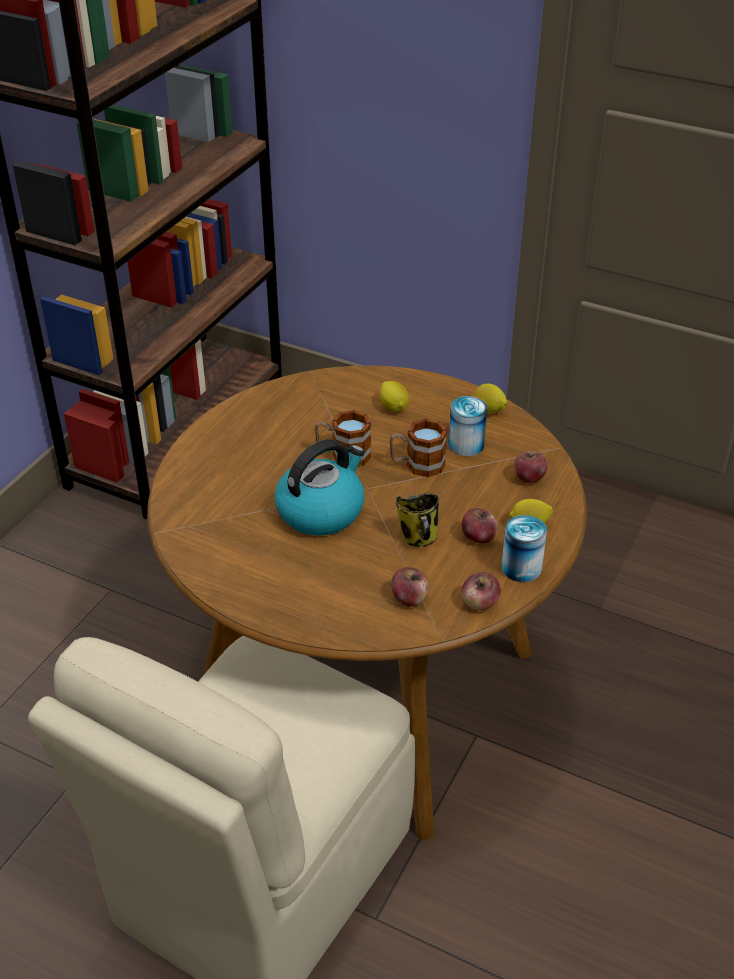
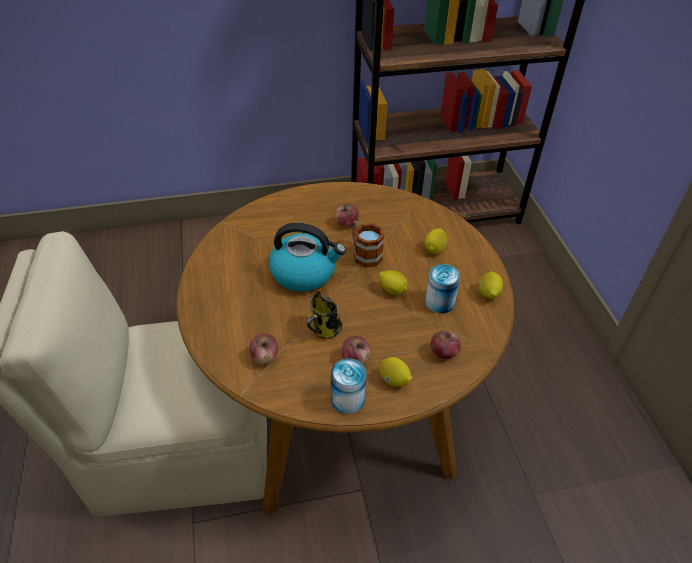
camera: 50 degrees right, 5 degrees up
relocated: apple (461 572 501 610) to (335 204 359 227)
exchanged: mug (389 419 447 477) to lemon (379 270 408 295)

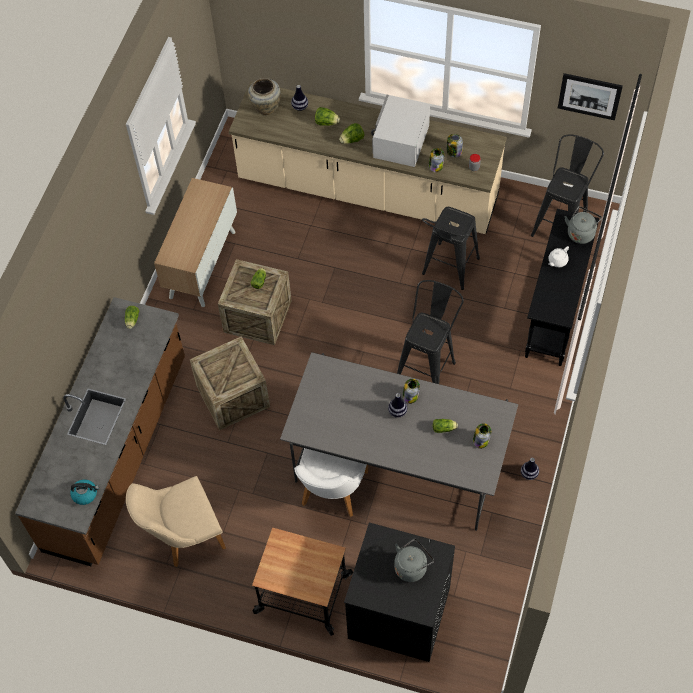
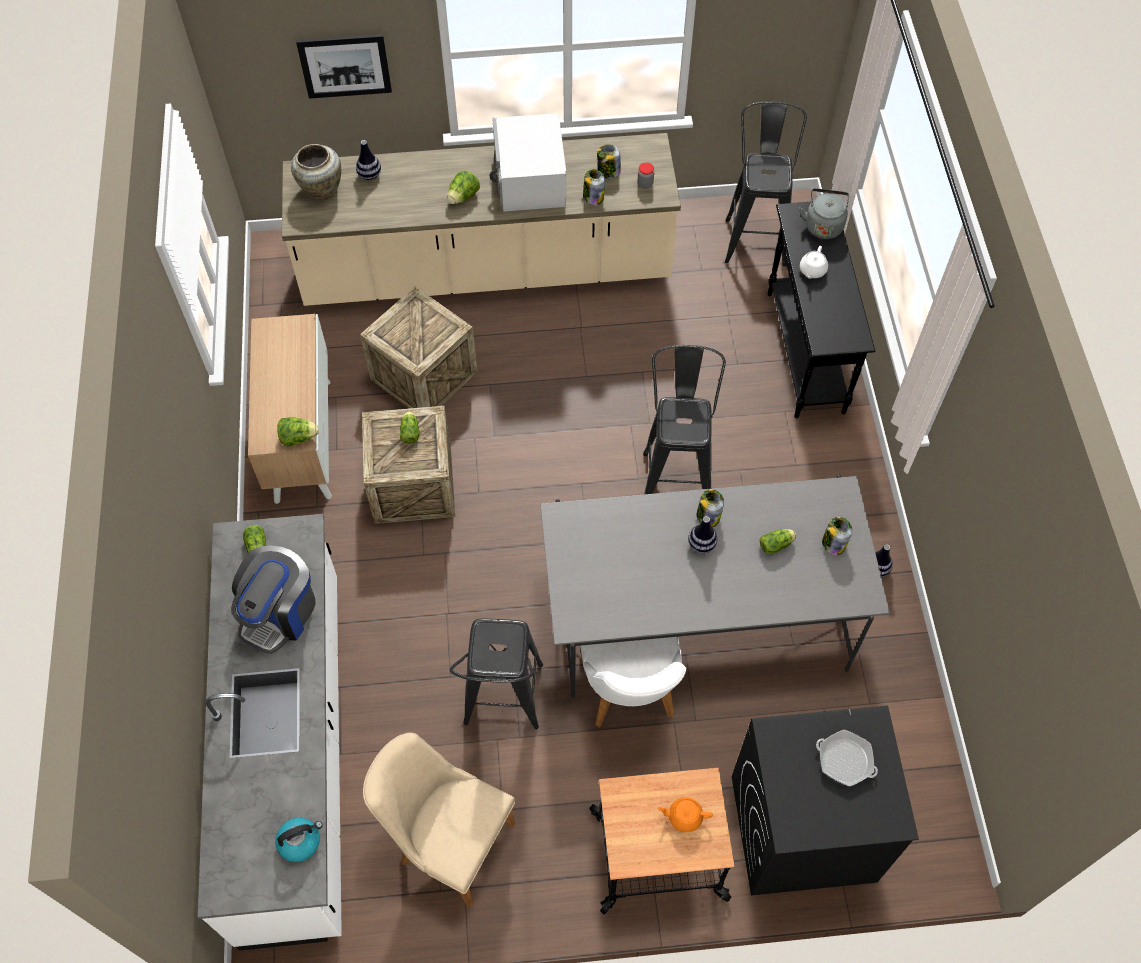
camera: 25 degrees left, 0 degrees up
appeared: coffee machine (231 546 315 654); teapot (orange) (657 797 713 832)
relocated: picture (558 73 623 120) to (296 34 392 99); lettuce (315 107 340 126) to (277 417 319 446); stool (black) (422 207 480 290) to (450 618 543 729); crate (190 336 270 430) to (360 286 477 408)
exchanged: kettle (grey) (394 539 434 582) to frying pan (816 729 878 787)
colour: counter (brown) (15 297 185 566) to counter (white) (198 514 342 950)
spun: chair (beige) (126 476 226 567) = (363 733 516 907) 75 degrees clockwise

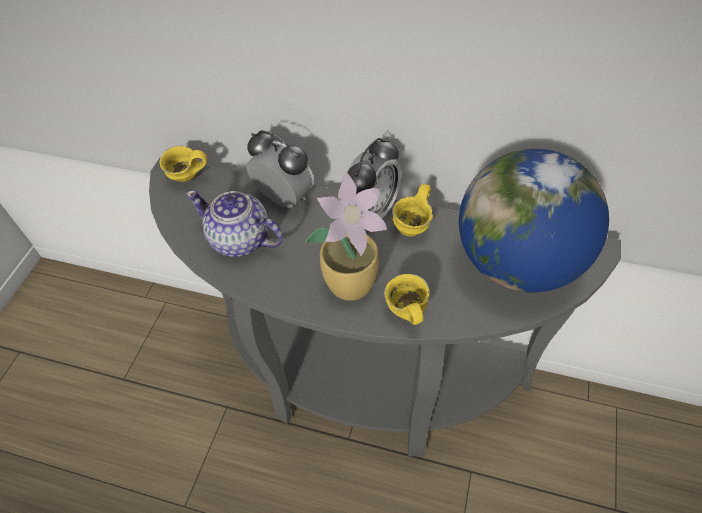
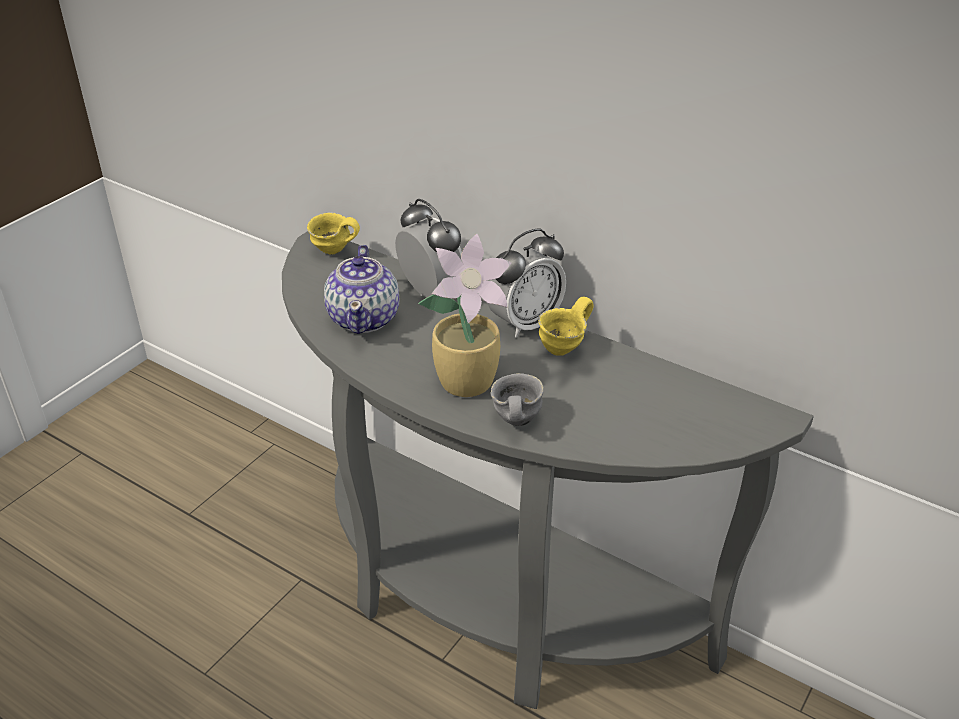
camera: 15 degrees right, 15 degrees down
missing: globe (459 149 609 292)
colour: mug (yellow) (384 274 429 325) to mug (grey) (490 373 544 426)
spun: teapot (186 190 283 257) = (324 245 399 334) 135 degrees counterclockwise

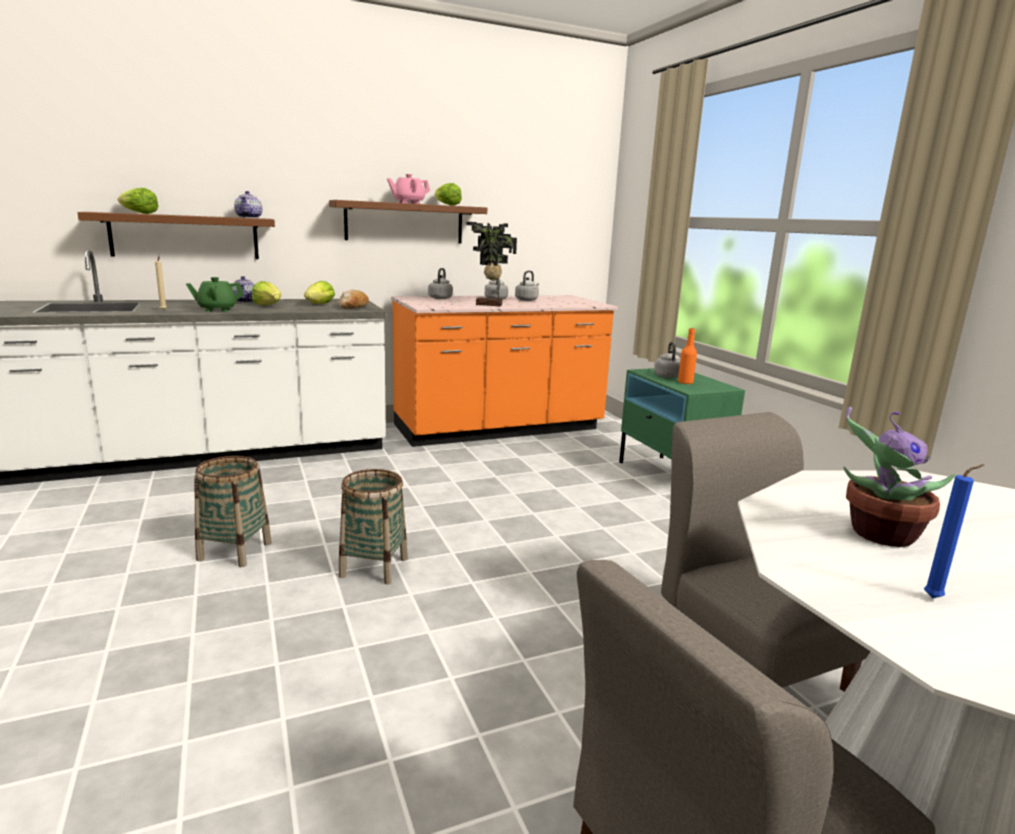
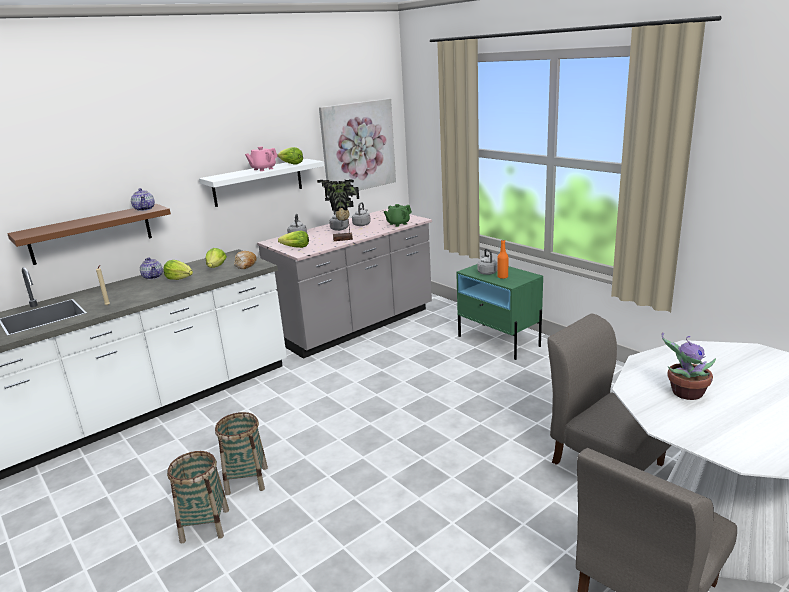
camera: 15 degrees left, 5 degrees up
missing: candle (blue) (924 464 985 598)
appeared: picture (319 99 396 197)
relocated: lettuce (118 188 158 214) to (278 231 309 248); teapot (green) (186 277 244 312) to (384 204 412 227); basket (339 469 408 585) to (167 451 229 543)
colour: shelf (brown) (329 200 487 243) to shelf (white) (199 159 324 207); counter (orange) (391 295 618 447) to counter (grey) (257 209 432 359)

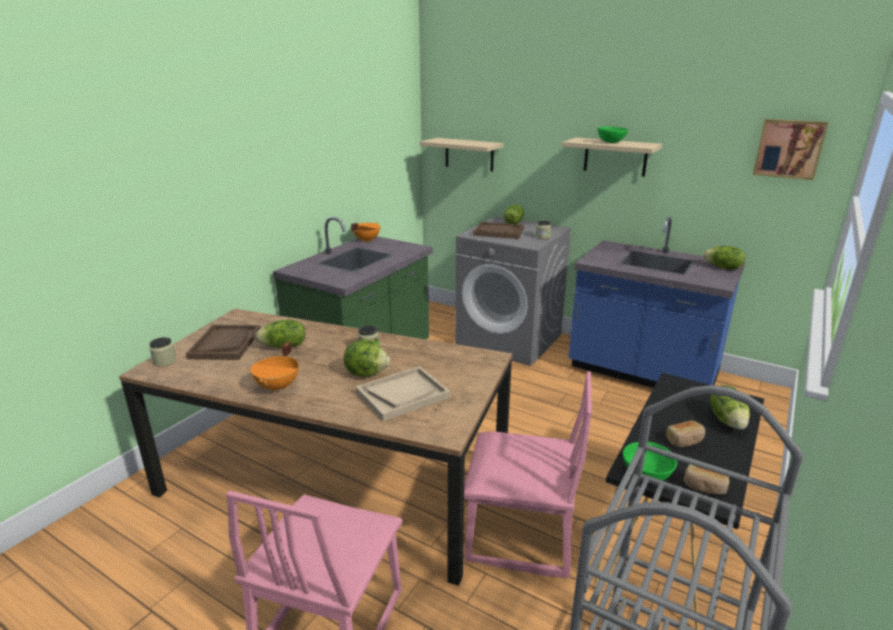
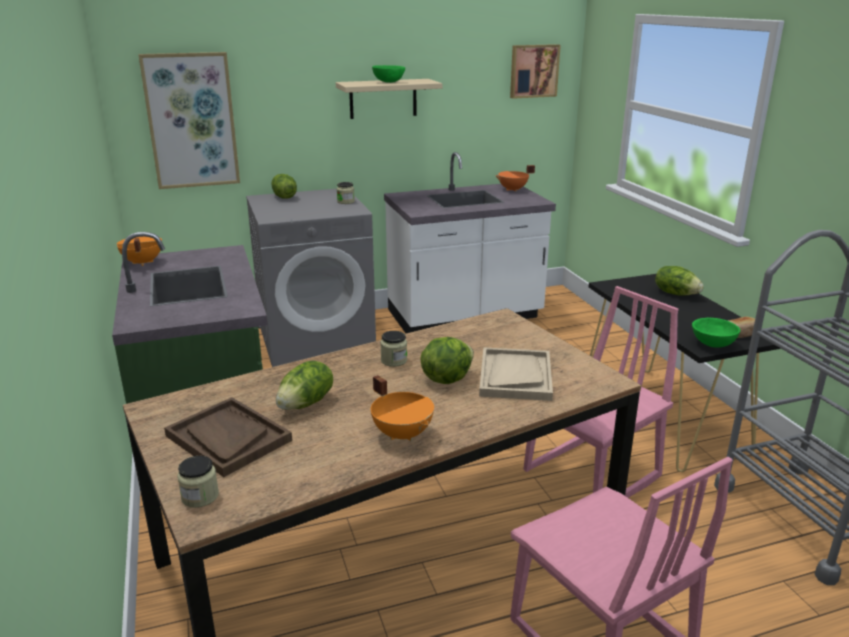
camera: 50 degrees left, 0 degrees up
missing: tray (brown) (473 222 524 239); bread (666 420 705 447)
exchanged: shelf (beige) (420 138 504 172) to picture (138 52 240 189); lettuce (703 246 745 269) to cooking pot (orange) (496 165 535 192)
colour: counter (blue) (568 217 745 388) to counter (white) (384 152 556 333)

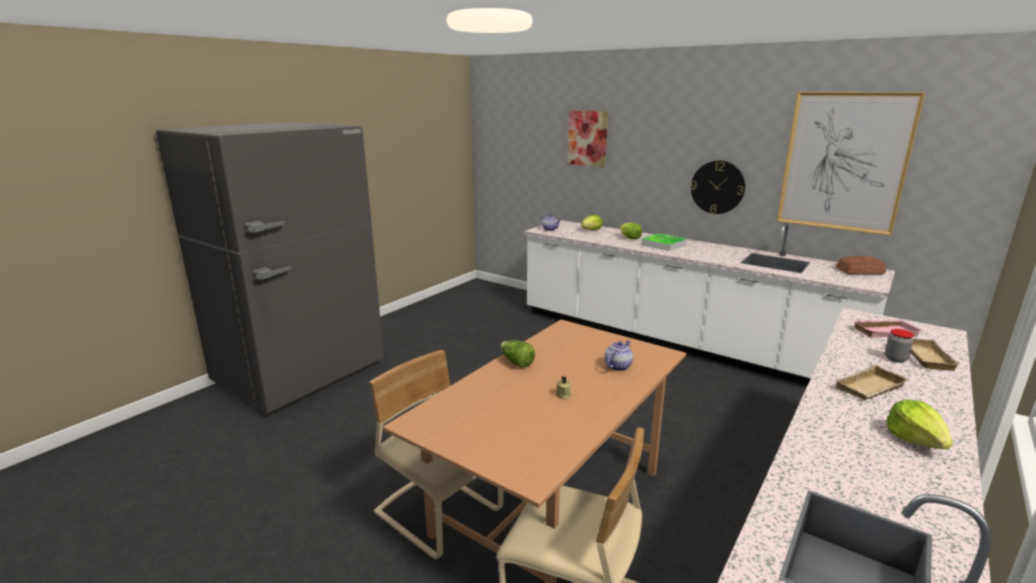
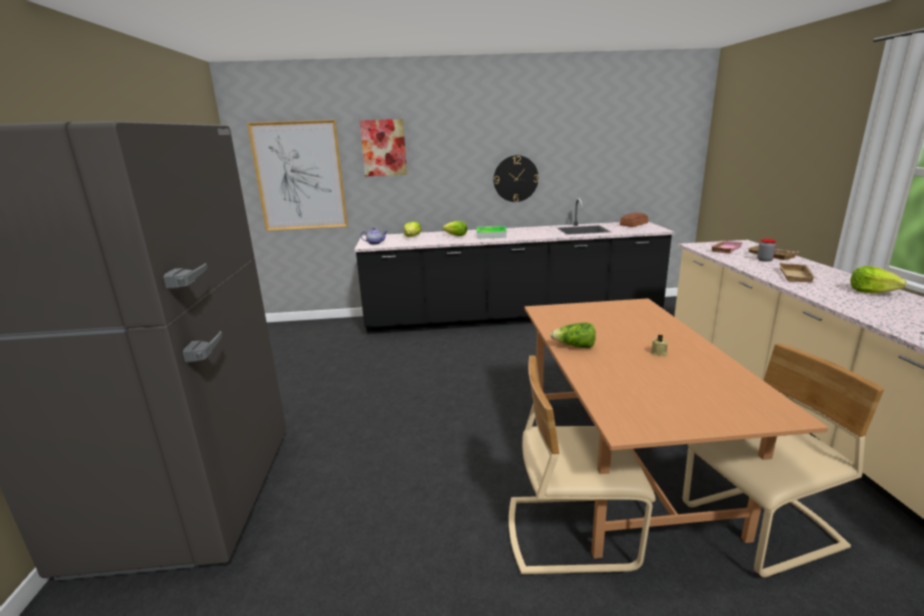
camera: 40 degrees left, 0 degrees up
missing: teapot (604 340 633 371)
relocated: picture (776 92 925 236) to (247 120 348 231)
colour: counter (white) (524 220 895 386) to counter (black) (354 198 675 334)

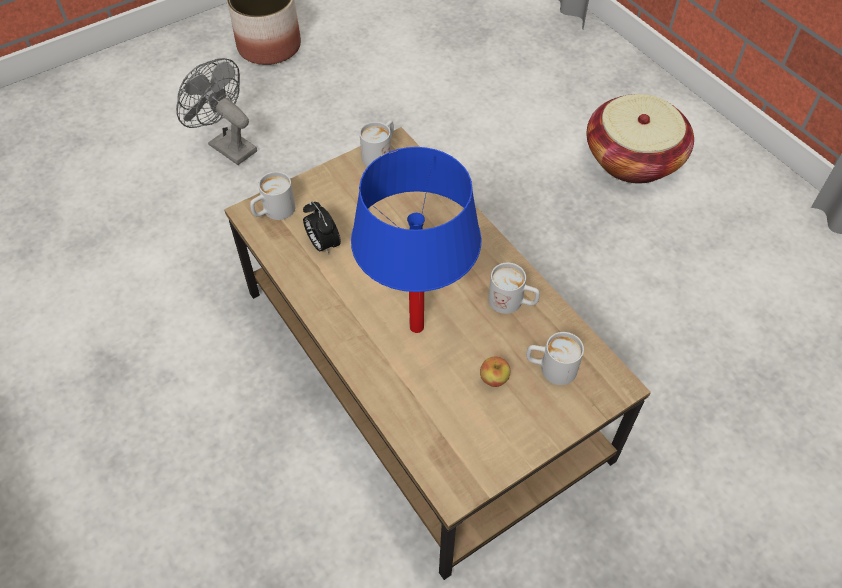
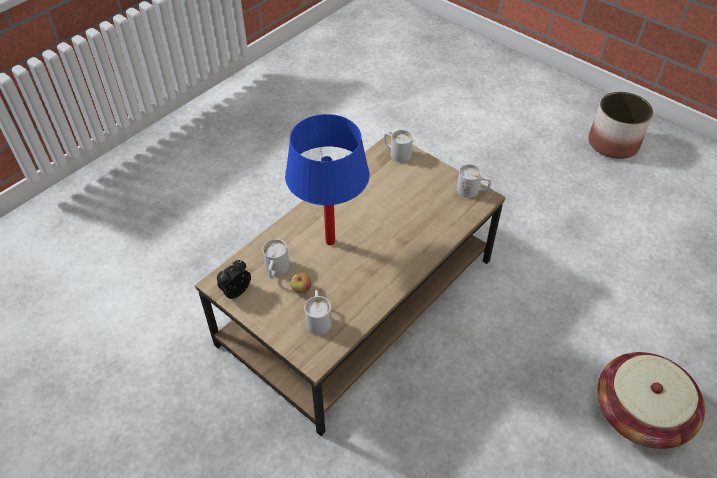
camera: 75 degrees right, 5 degrees down
missing: fan (grey) (176 58 257 165)
relocated: alarm clock (303 201 341 255) to (217 260 251 299); mug (white) (488 263 540 314) to (262 239 289 279)

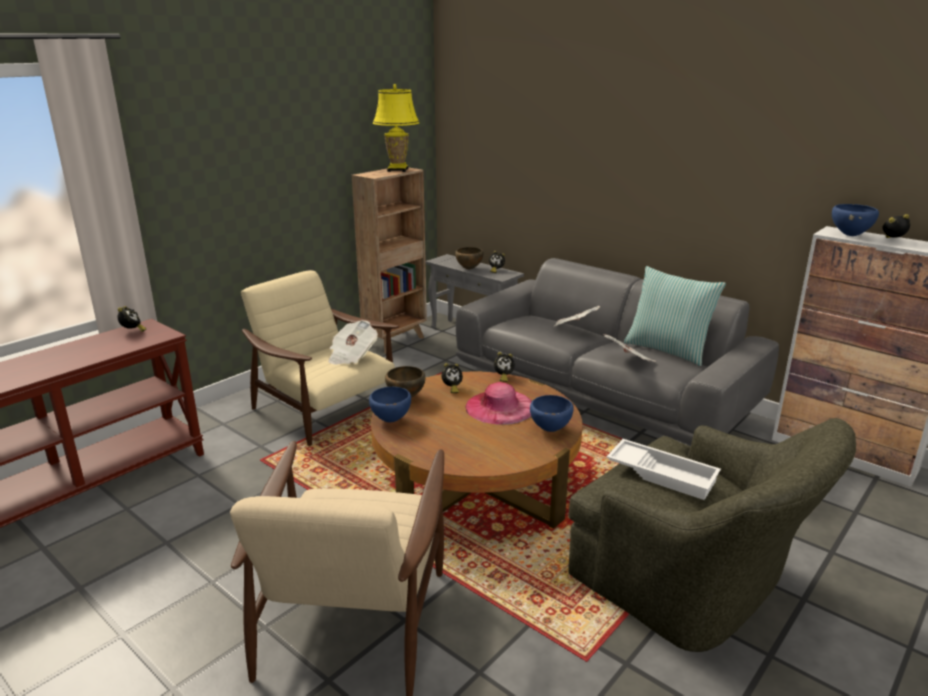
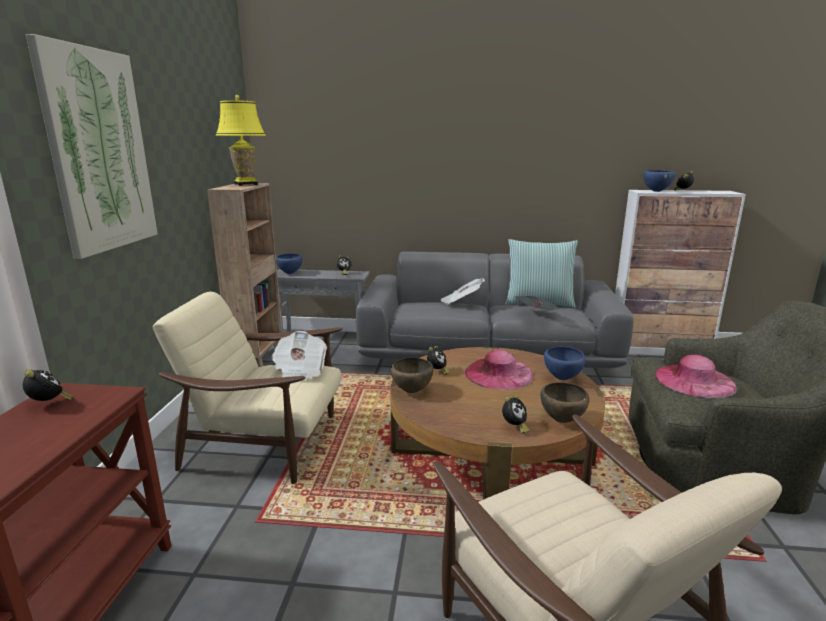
camera: 35 degrees left, 5 degrees down
appeared: picture (26 34 158 259)
relocated: bowl (brown) (455 247 484 269) to (540 382 589 423); alarm clock (494 352 515 382) to (502 395 529 434); bowl (blue) (369 387 411 422) to (276 254 302 274)
exchanged: tray (white) (606 439 721 500) to hat (pink) (655 354 737 398)

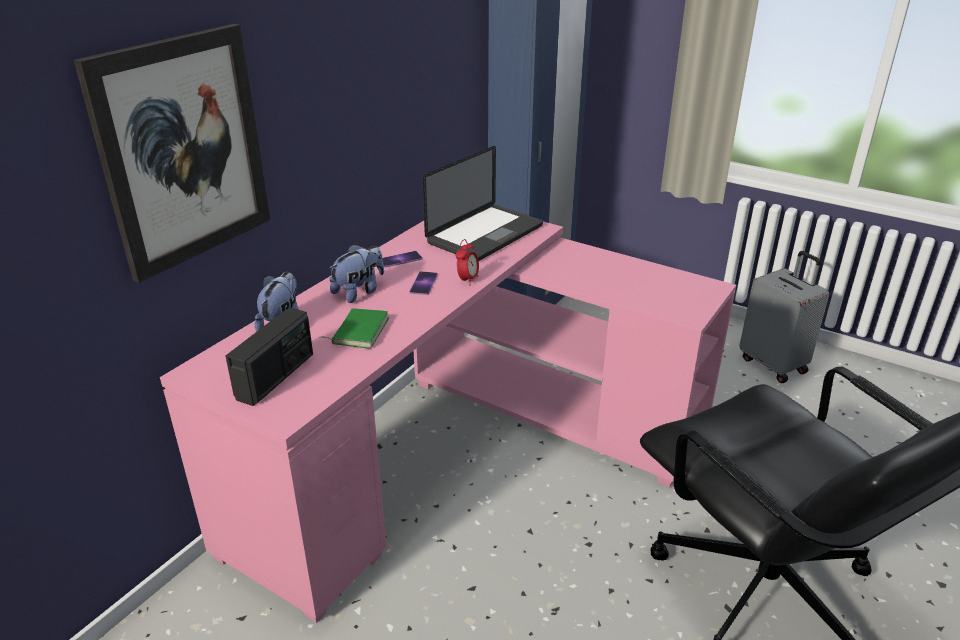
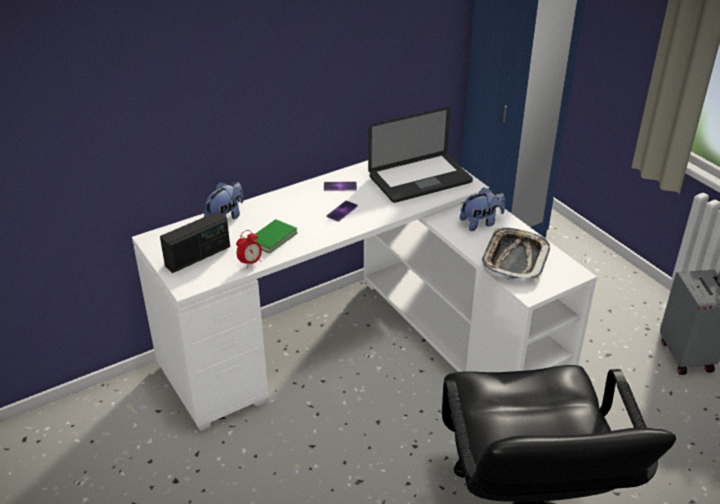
camera: 25 degrees right, 5 degrees up
missing: picture (74 24 270 283)
appeared: tray (482 228 550 280)
relocated: alarm clock (455 239 479 281) to (236 230 262 269); plush toy (329 244 384 303) to (460 187 505 231)
colour: desk (pink) (160 214 736 623) to desk (white) (132 160 597 431)

